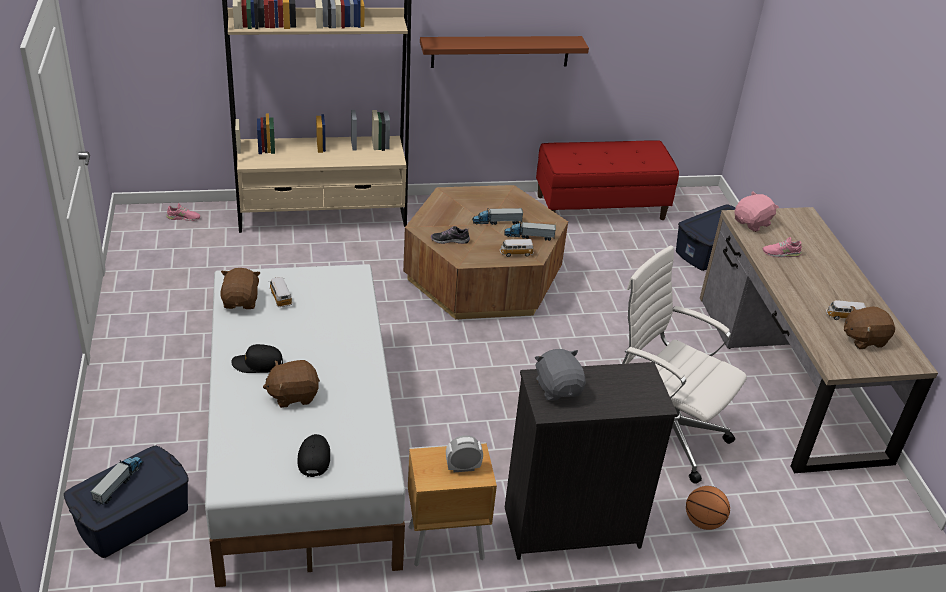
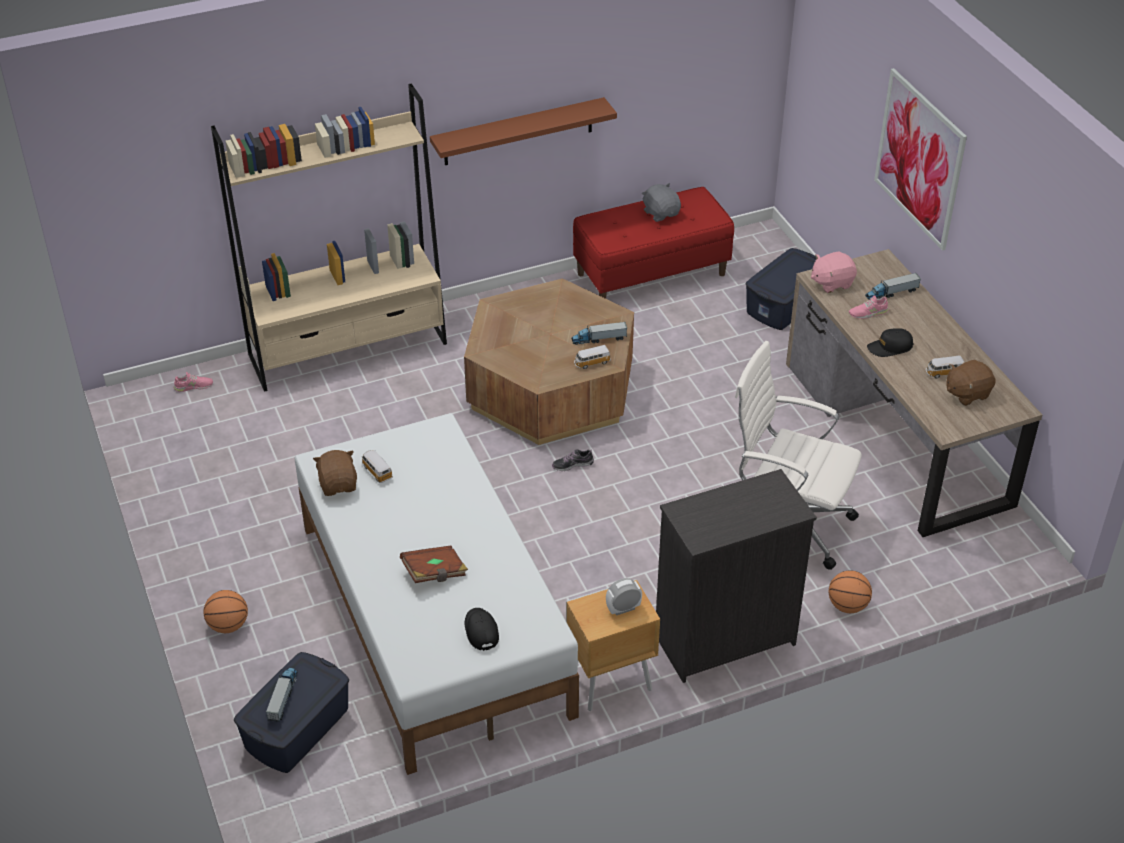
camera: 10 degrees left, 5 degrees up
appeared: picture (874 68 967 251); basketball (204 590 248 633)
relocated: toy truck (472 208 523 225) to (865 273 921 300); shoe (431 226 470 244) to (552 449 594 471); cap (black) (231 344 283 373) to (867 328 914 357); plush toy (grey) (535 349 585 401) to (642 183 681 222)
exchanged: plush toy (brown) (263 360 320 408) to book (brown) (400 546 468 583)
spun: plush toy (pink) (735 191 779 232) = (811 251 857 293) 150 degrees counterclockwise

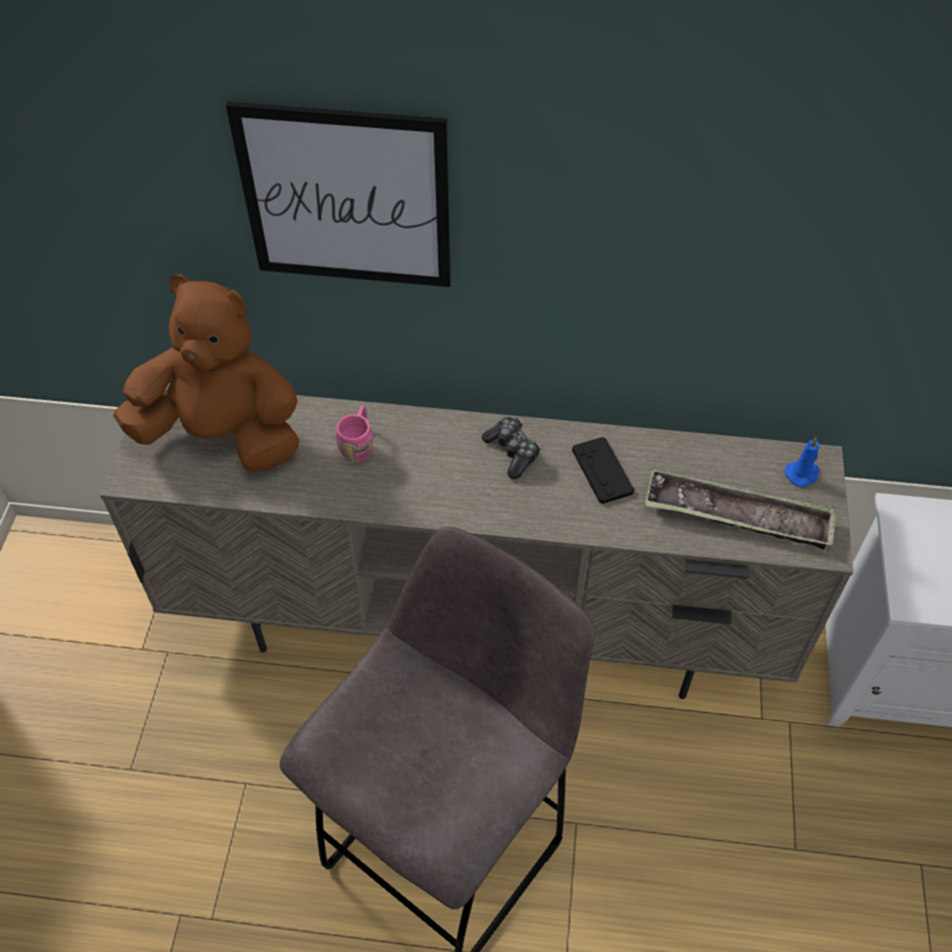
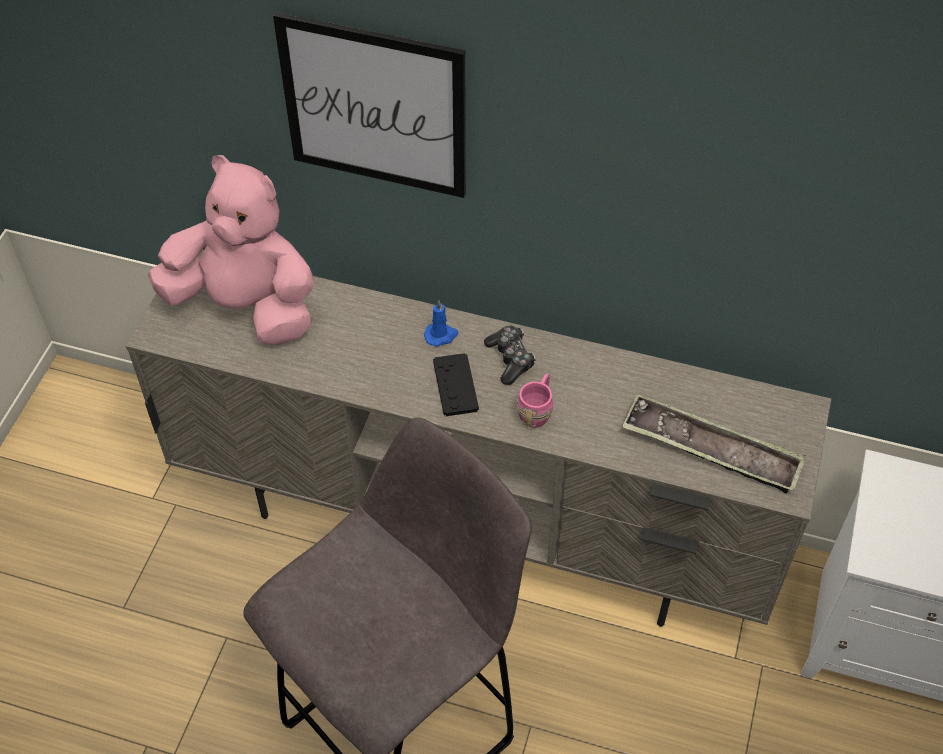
camera: 10 degrees right, 0 degrees up
relocated: mug (pink) (336 406 373 462) to (517 373 553 428); game controller (black) (572 437 634 504) to (433 353 479 416); candle (blue) (785 437 820 487) to (424 300 458 347)
colour: plush toy (brown) (113 274 299 472) to plush toy (pink) (148 155 314 345)

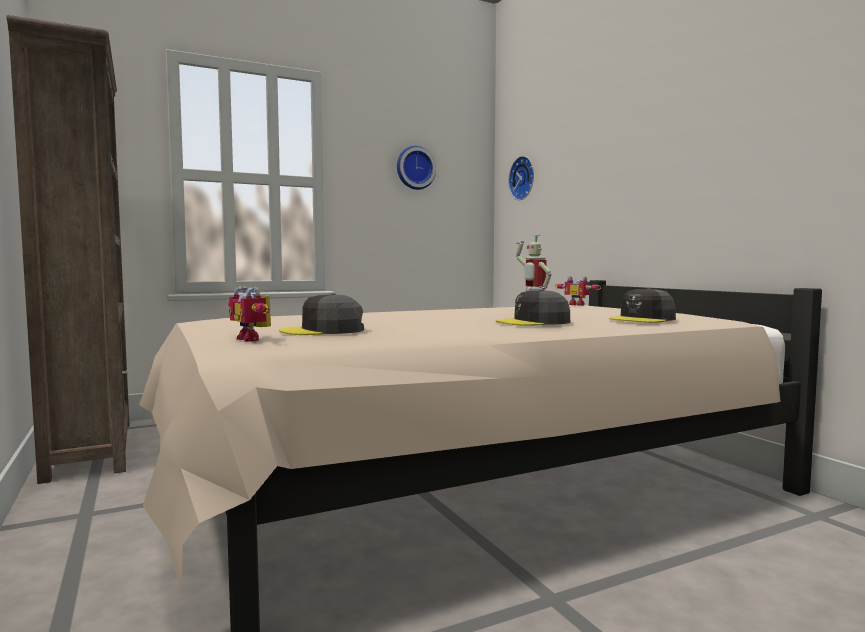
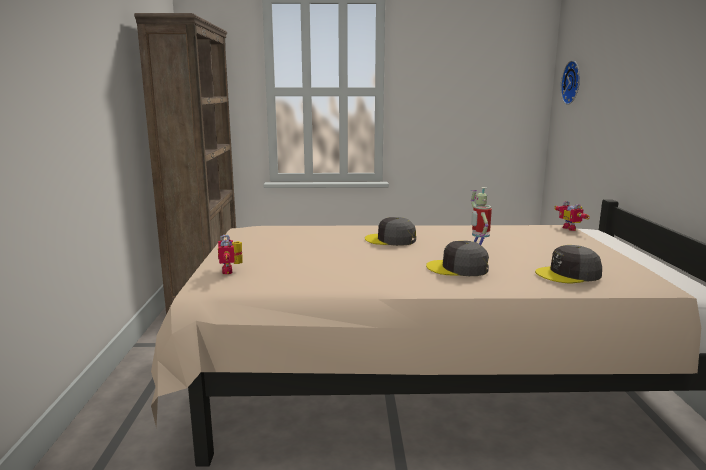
camera: 25 degrees right, 10 degrees up
missing: wall clock (397 146 436 190)
relocated: cap (grey) (279 293 364 335) to (365 217 416 246)

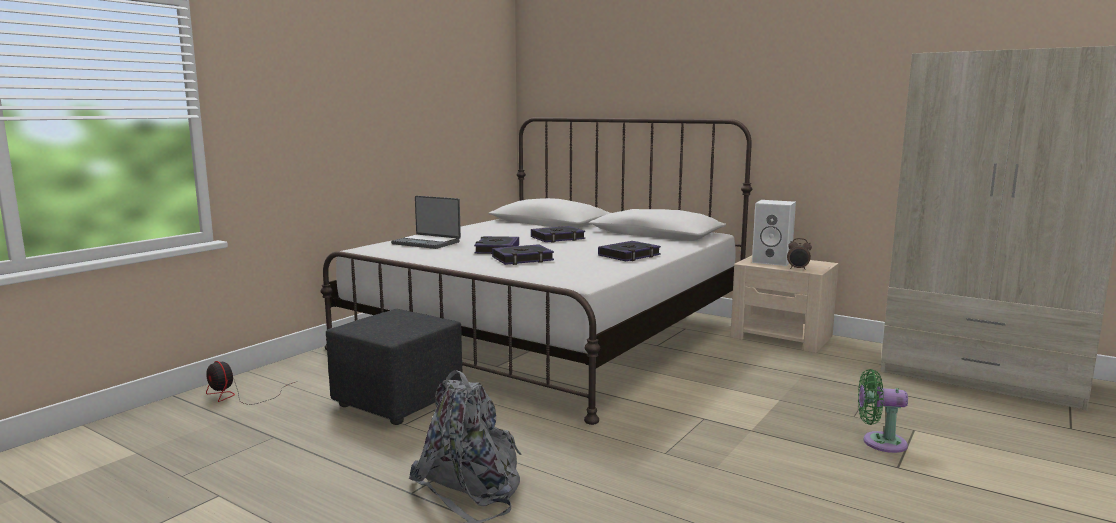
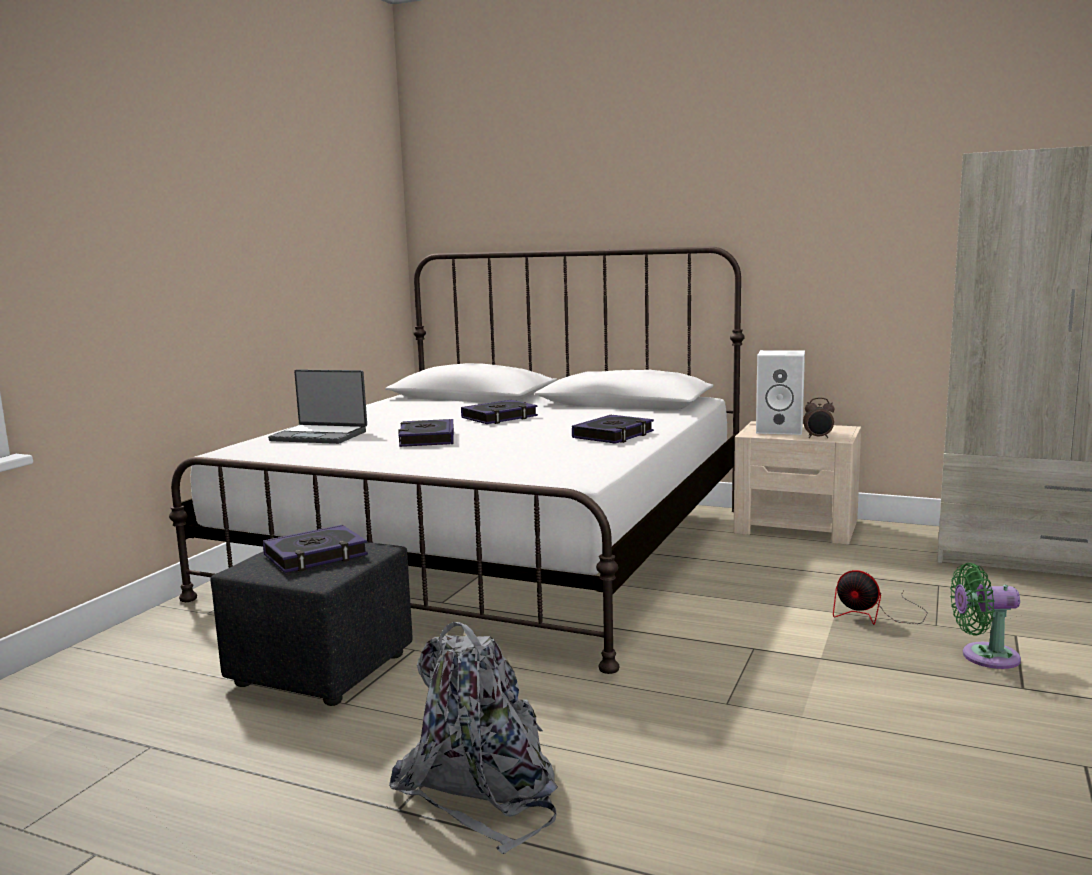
camera: 10 degrees left, 0 degrees up
relocated: book (492 244 554 265) to (263 525 368 573); fan (206 361 298 405) to (833 570 928 625)

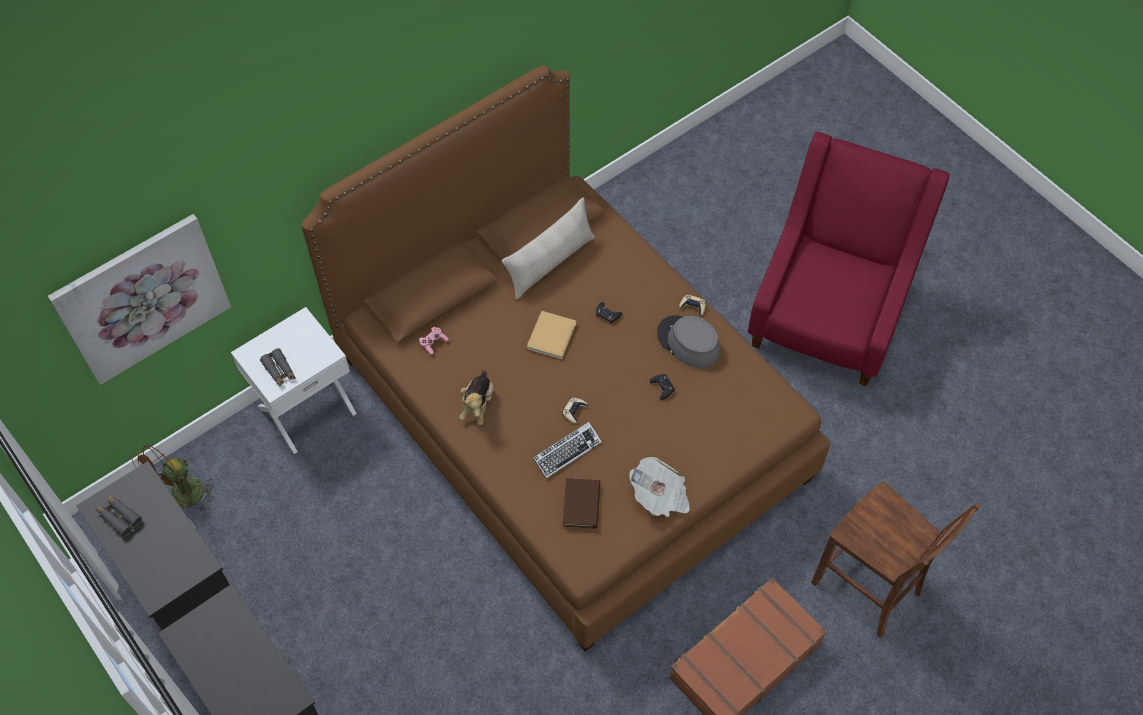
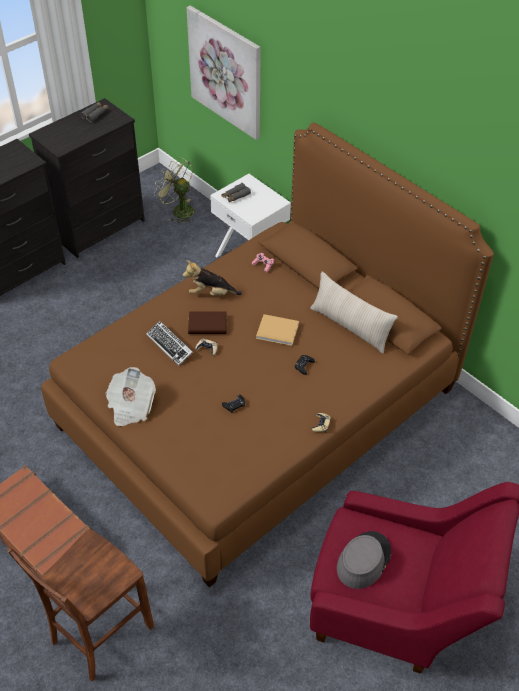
camera: 85 degrees right, 10 degrees down
relocated: hat (grey) (657 315 720 368) to (337 531 391 589); book (brown) (563 478 600 529) to (188 312 227 334)
colour: fan (brown) (132 444 215 513) to fan (green) (154 157 194 224)

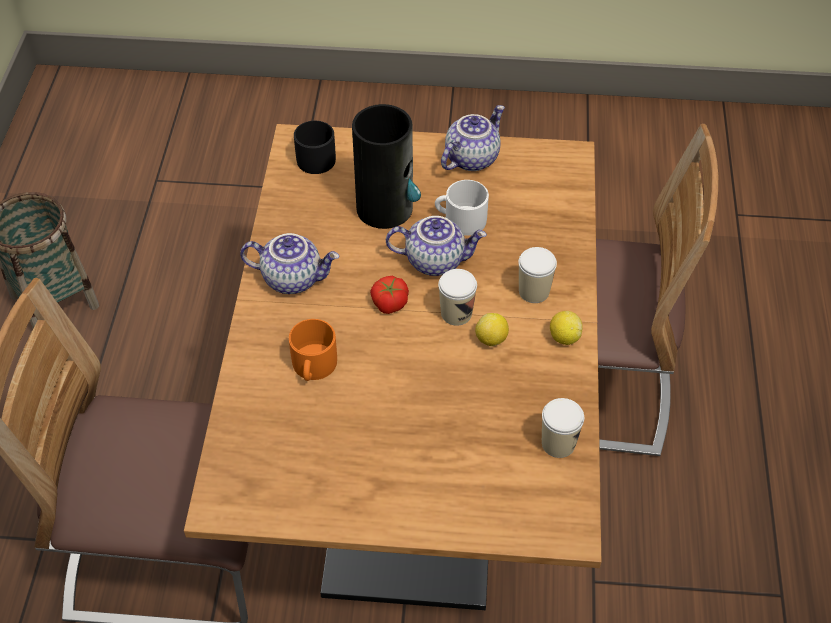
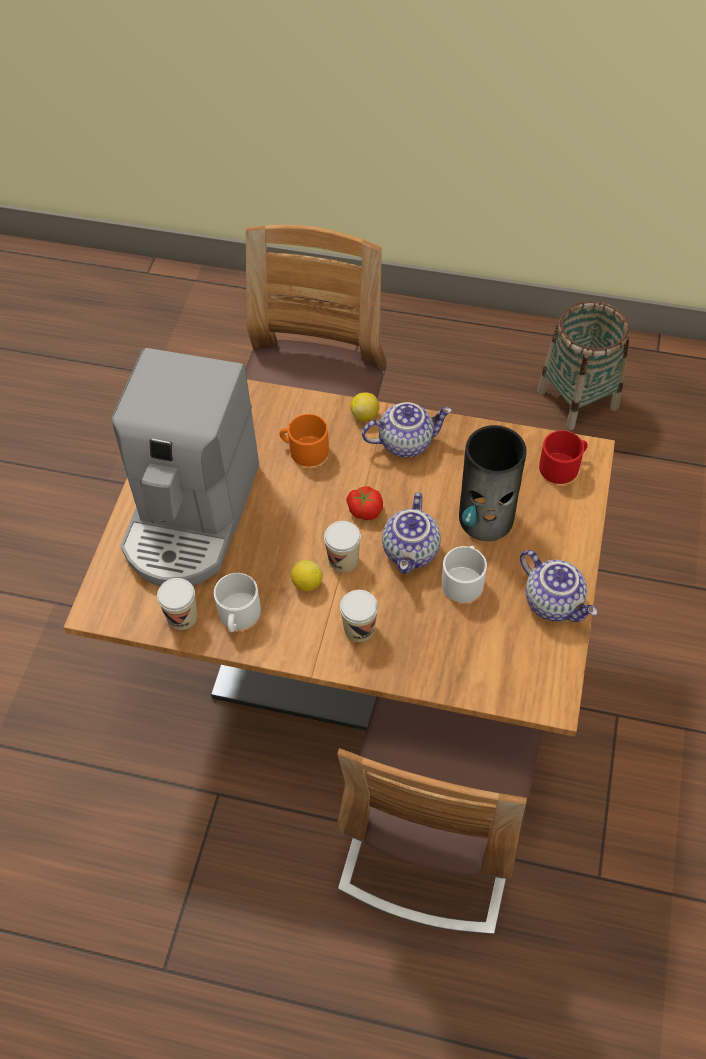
camera: 100 degrees right, 5 degrees up
appeared: coffee machine (112 348 259 586); mug (white) (214 573 261 632)
relocated: lemon (550 311 583 345) to (350 392 379 421)
colour: mug (black) (294 121 336 174) to mug (red) (539 431 588 484)
spun: teapot (240 233 339 294) = (362 402 452 457) 120 degrees counterclockwise

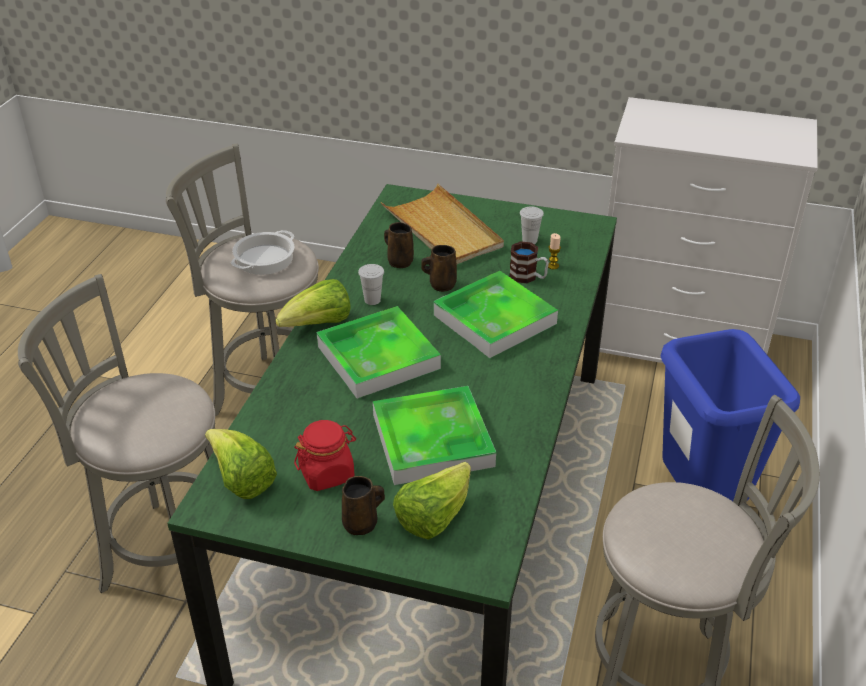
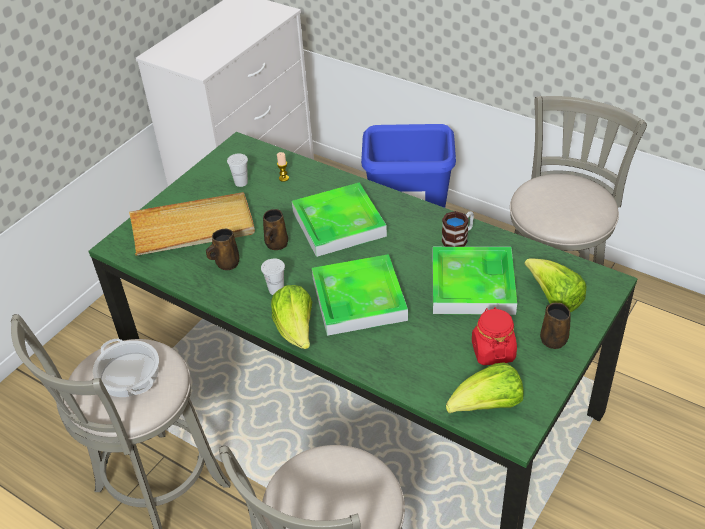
camera: 70 degrees left, 5 degrees up
relocated: mug (509 241 549 283) to (442 211 474 247)

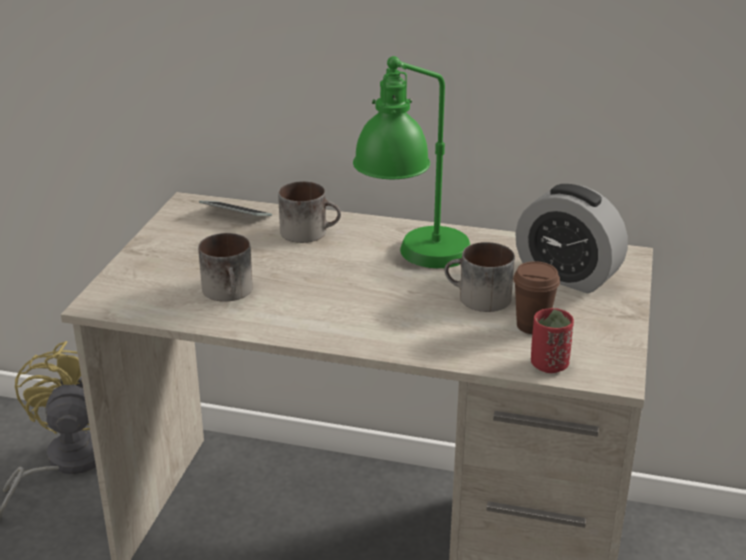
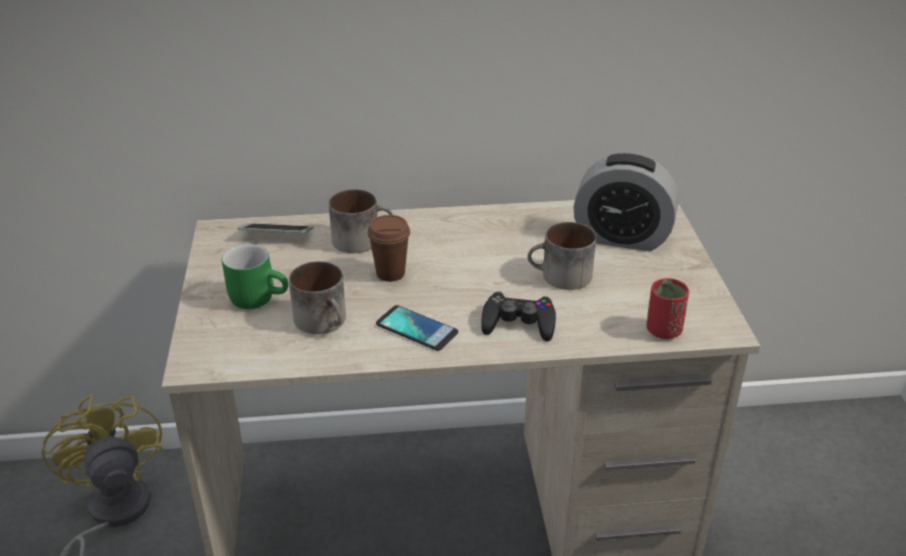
camera: 20 degrees left, 5 degrees up
missing: table lamp (green) (353 56 470 268)
appeared: mug (green) (222 244 288 309); game controller (black) (481 291 556 341); phone (376 305 458 351)
relocated: cup (brown) (513 261 560 334) to (368 215 410 282)

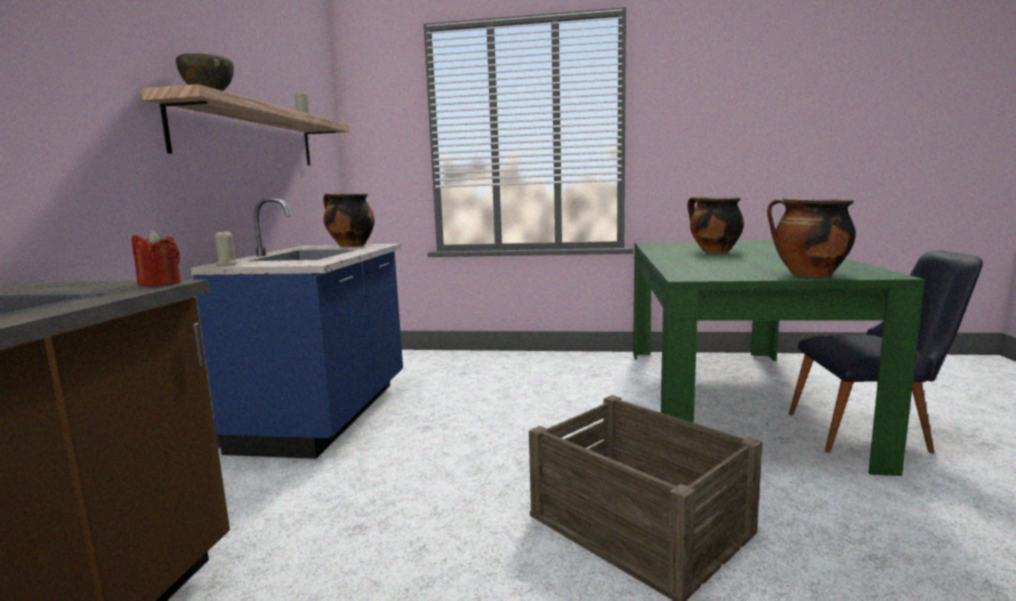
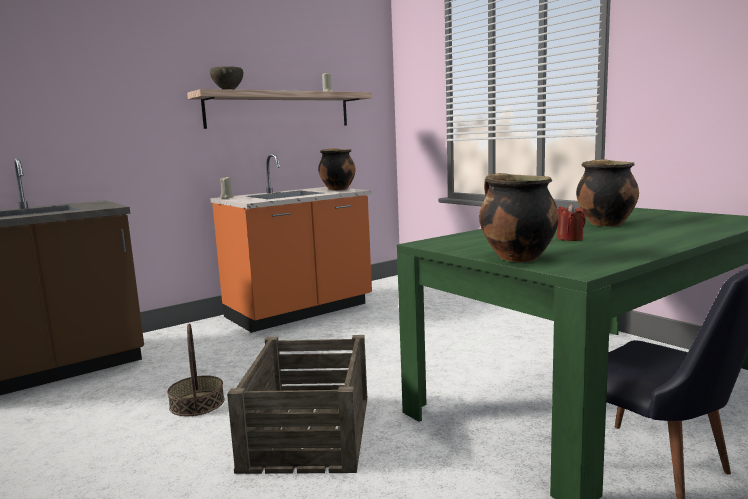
camera: 45 degrees right, 0 degrees up
appeared: basket (167 324 225 416)
relocated: candle (red) (132 230 181 286) to (557 203 586 241)
colour: counter (blue) (191 197 403 459) to counter (orange) (210 154 372 333)

